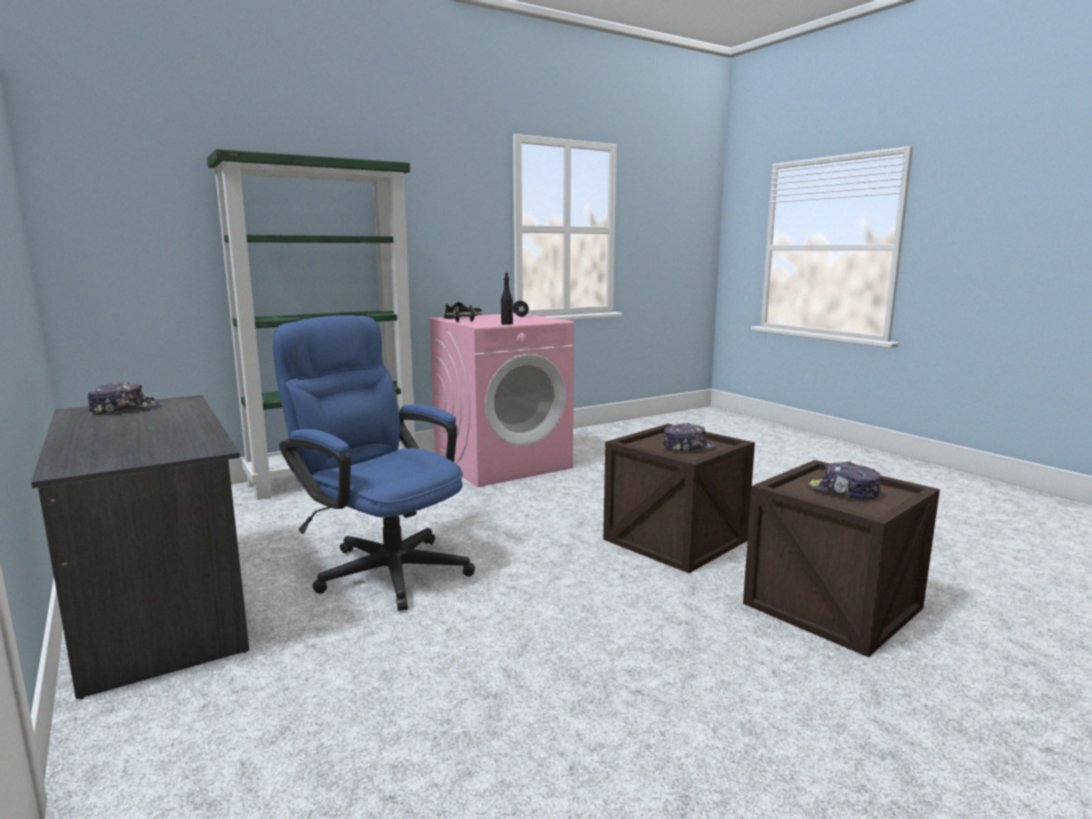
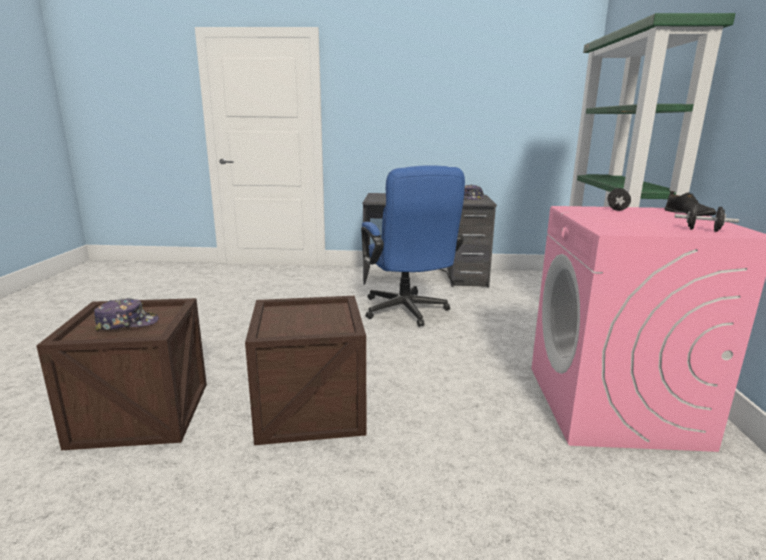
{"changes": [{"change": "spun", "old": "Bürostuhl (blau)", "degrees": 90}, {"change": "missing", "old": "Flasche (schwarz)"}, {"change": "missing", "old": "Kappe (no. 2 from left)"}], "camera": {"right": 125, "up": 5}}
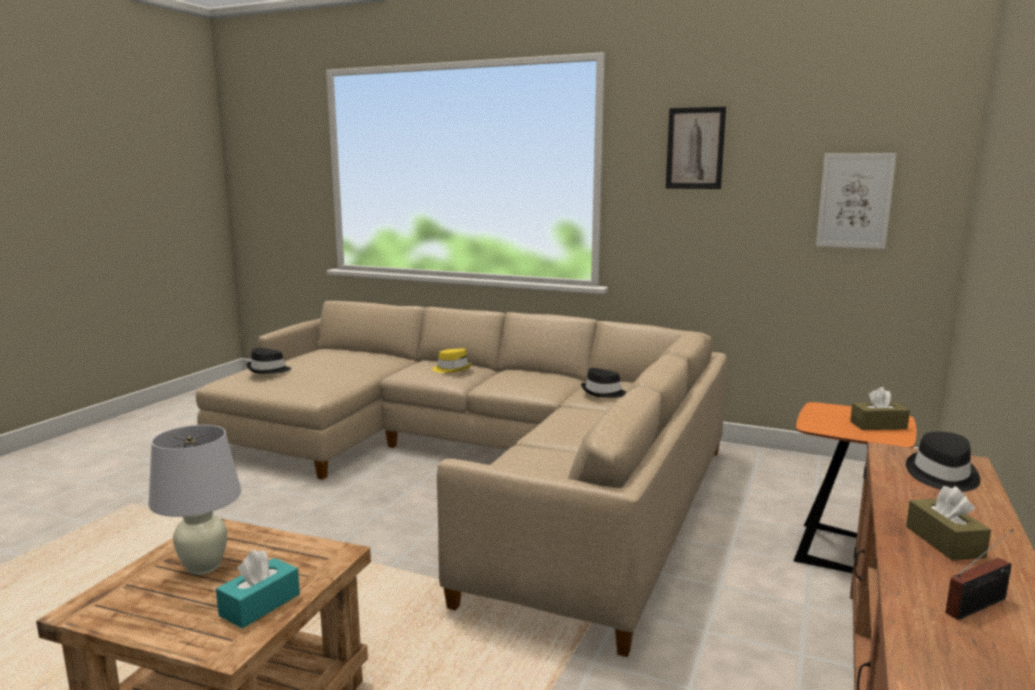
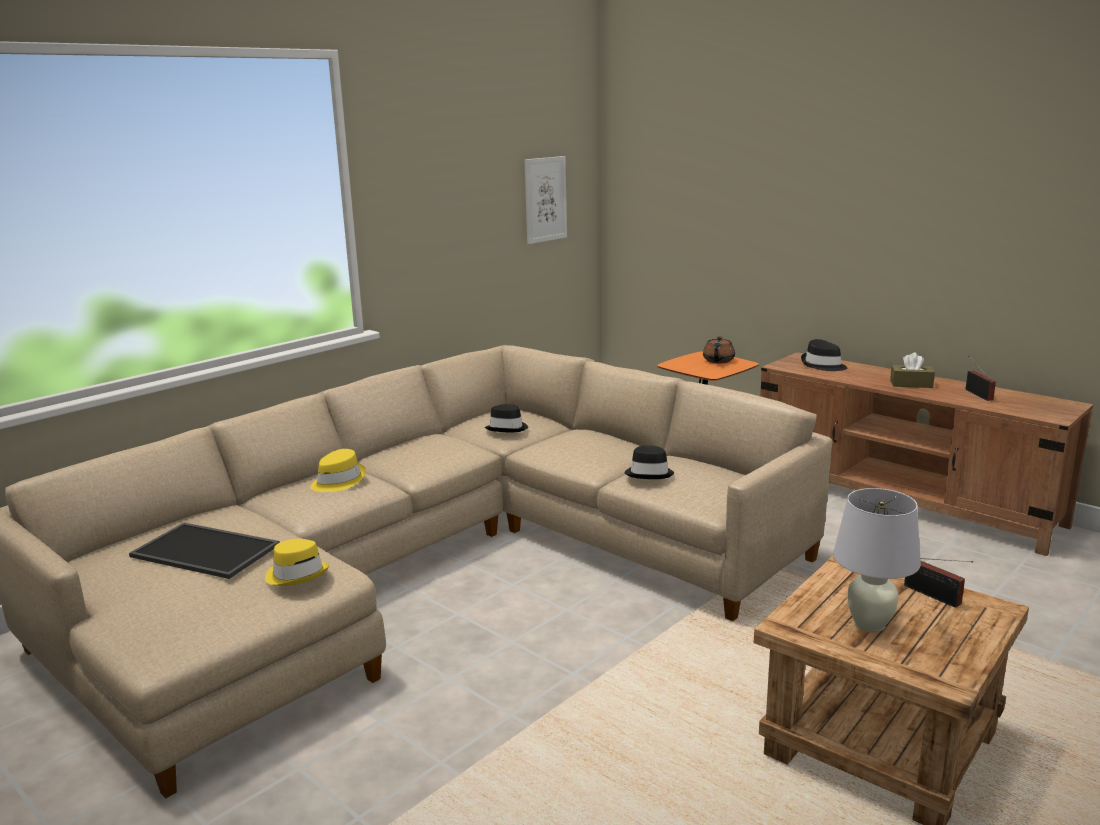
{"changes": [{"change": "appeared", "new": "Tablett"}, {"change": "appeared", "new": "Hut (gelb) (no. 1 from left)"}, {"change": "relocated", "old": "Hut (schwarz) (no. 1 from left in the first image)", "new": "Hut (schwarz) (no. 2 from left)"}, {"change": "exchanged", "old": "Taschentuchbox (braun) (no. 1 from left)", "new": "Teekanne (braun)"}, {"change": "exchanged", "old": "Taschentuchbox (türkis)", "new": "Radio (no. 1 from left)"}, {"change": "missing", "old": "Bild (no. 1 from left)"}], "camera": {"right": -70, "up": 5}}
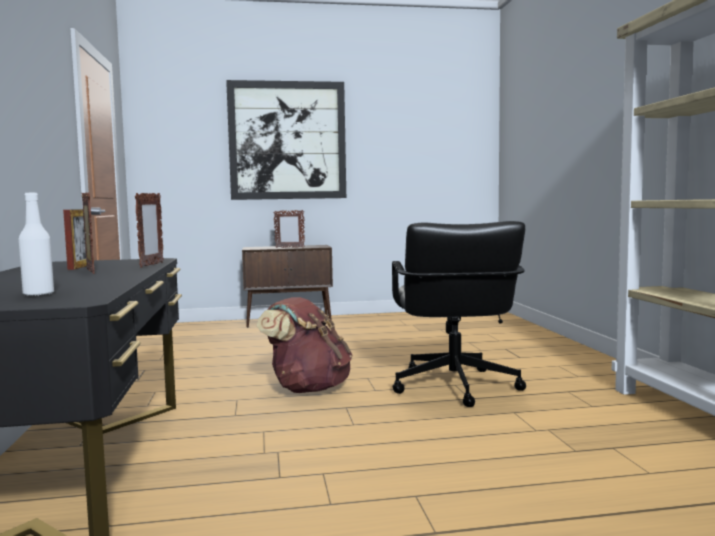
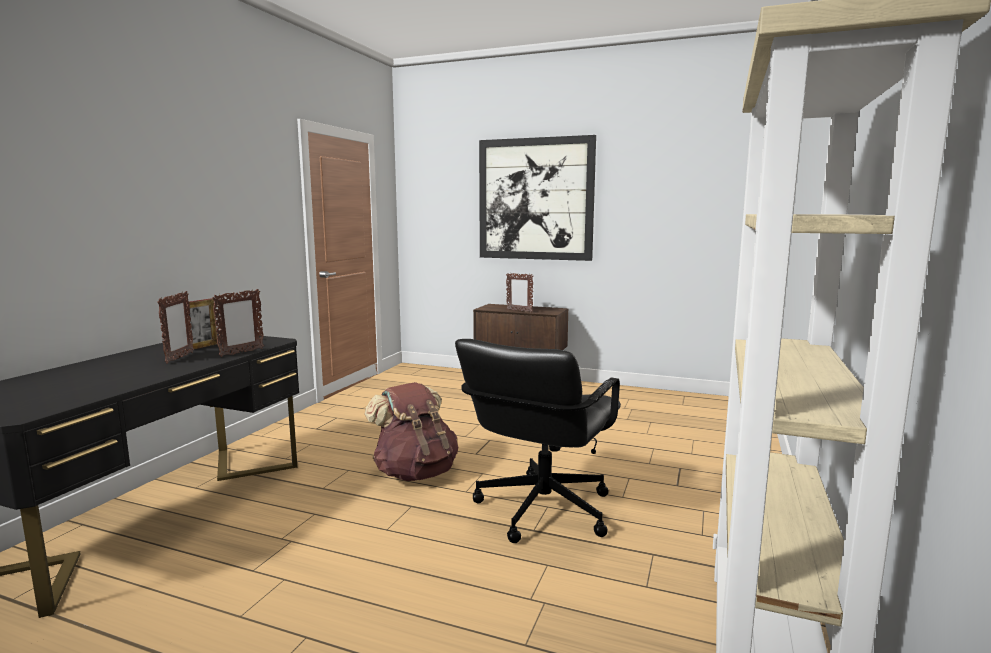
{"changes": [{"change": "missing", "old": "Flasche (weiß)"}], "camera": {"right": 30, "up": 5}}
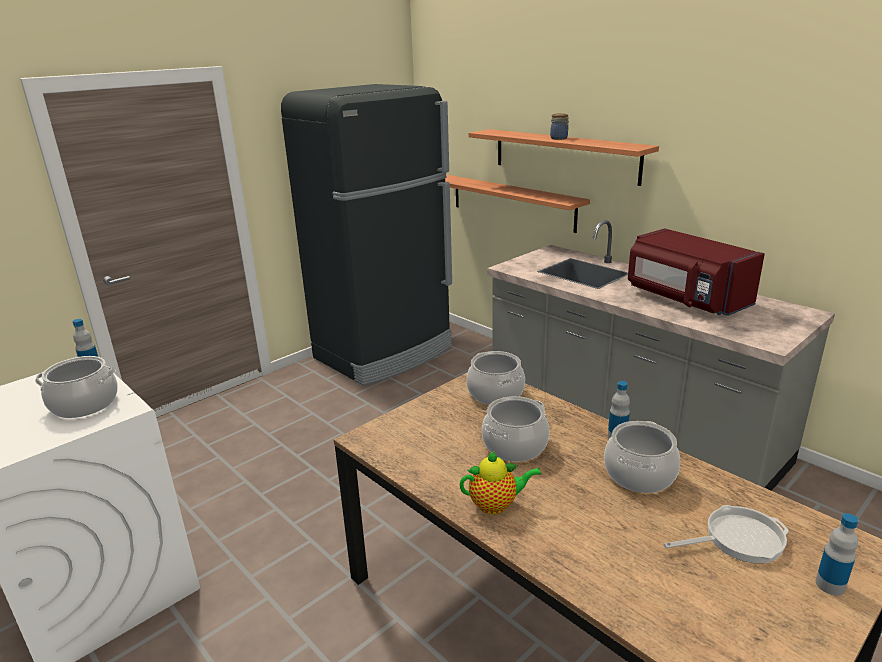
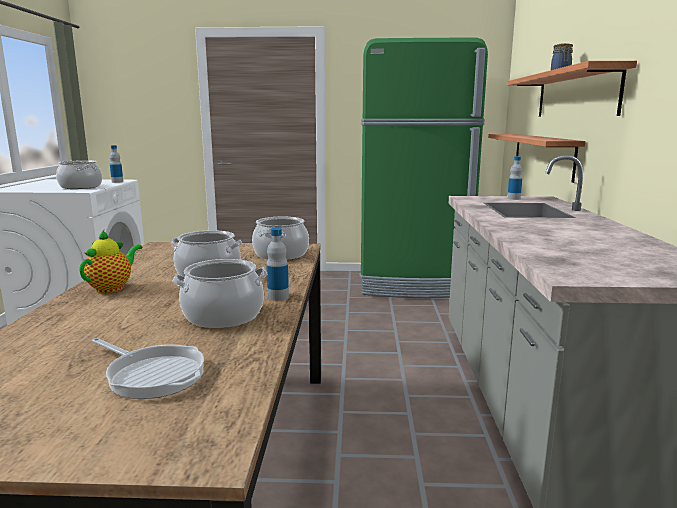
{"changes": [{"change": "spun", "old": "Teekanne", "degrees": -105}, {"change": "colour", "old": "Kühlschrank (schwarz)", "new": "Kühlschrank (grün)"}, {"change": "relocated", "old": "Flasche (no. 3 from left)"}, {"change": "missing", "old": "Mikrowelle (rot)"}], "camera": {"right": 45, "up": -10}}
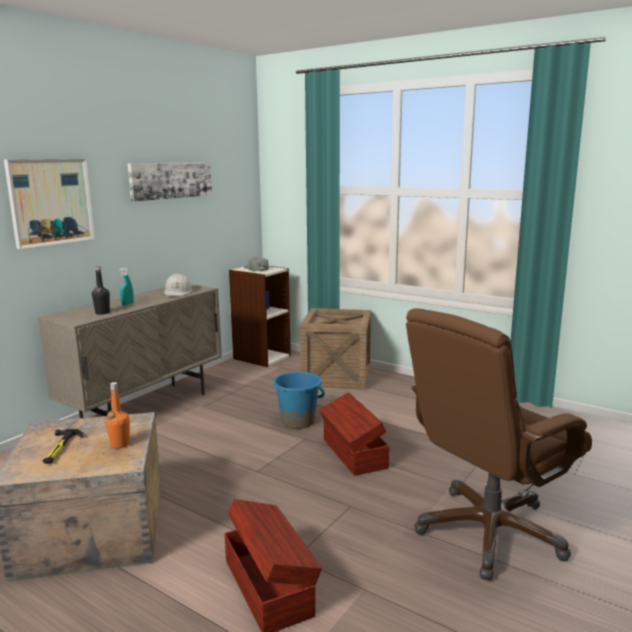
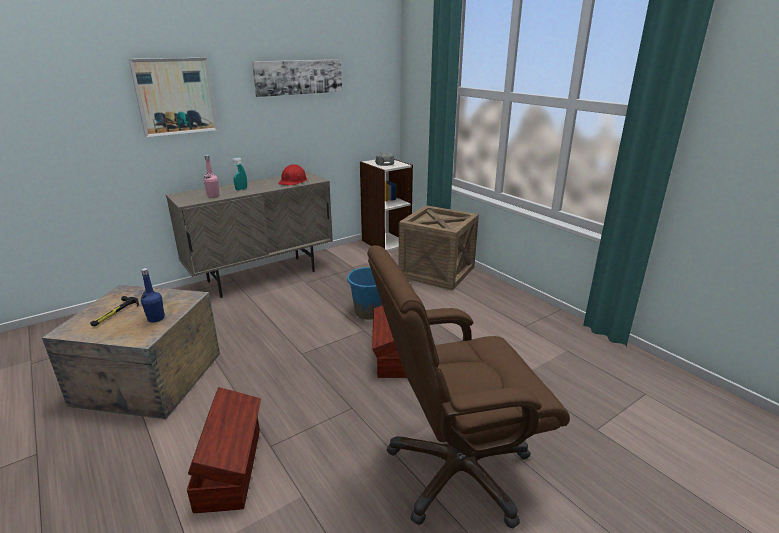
{"changes": [{"change": "colour", "old": "Flasche (orange)", "new": "Flasche (blau)"}, {"change": "colour", "old": "Flasche (schwarz)", "new": "Flasche (rosa)"}, {"change": "colour", "old": "Schutzhelm (weiß)", "new": "Schutzhelm (rot)"}], "camera": {"right": 20, "up": 10}}
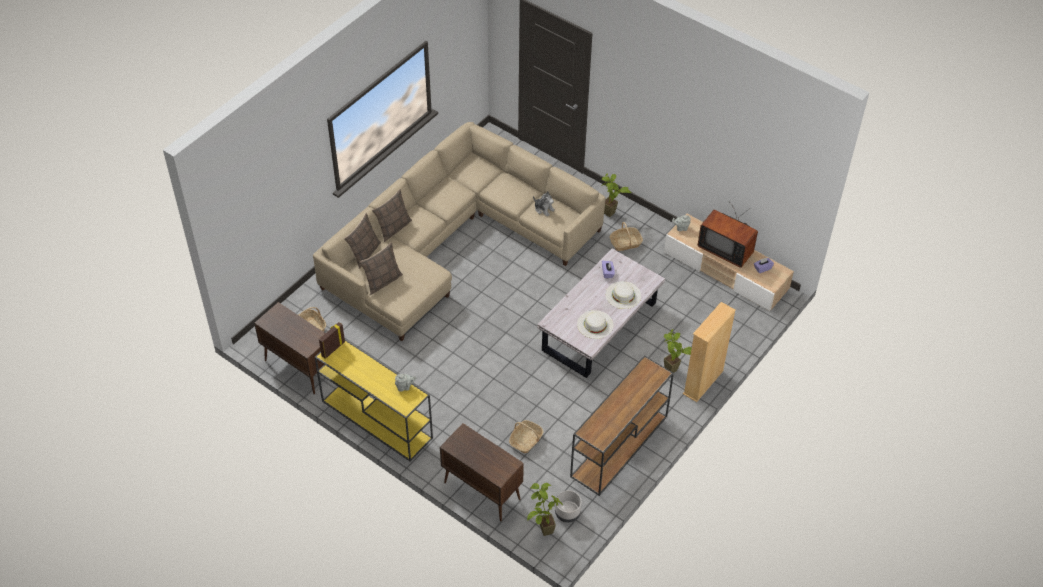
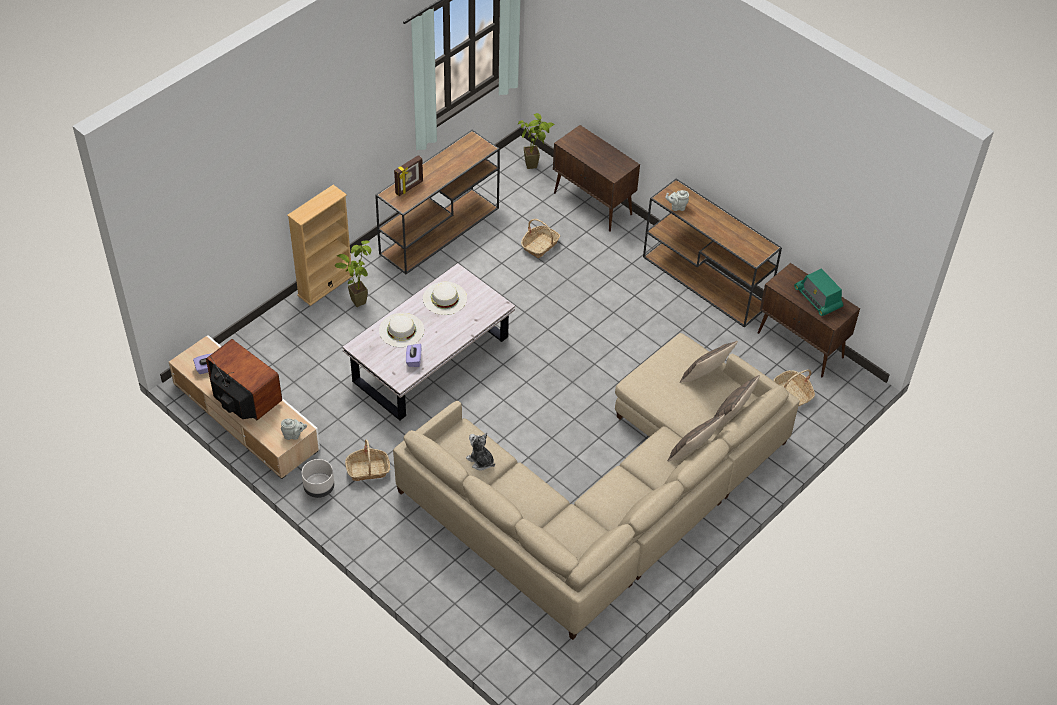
{"changes": [{"change": "relocated", "old": "Pflanzkübel (grau)"}, {"change": "relocated", "old": "Bilderrahmen"}, {"change": "colour", "old": "Konsolentisch (gelb)", "new": "Konsolentisch (braun) (no. 2 from left)"}, {"change": "appeared", "new": "Radio"}, {"change": "missing", "old": "Topfpflanze (no. 2 from left)"}], "camera": {"right": -175, "up": 0}}
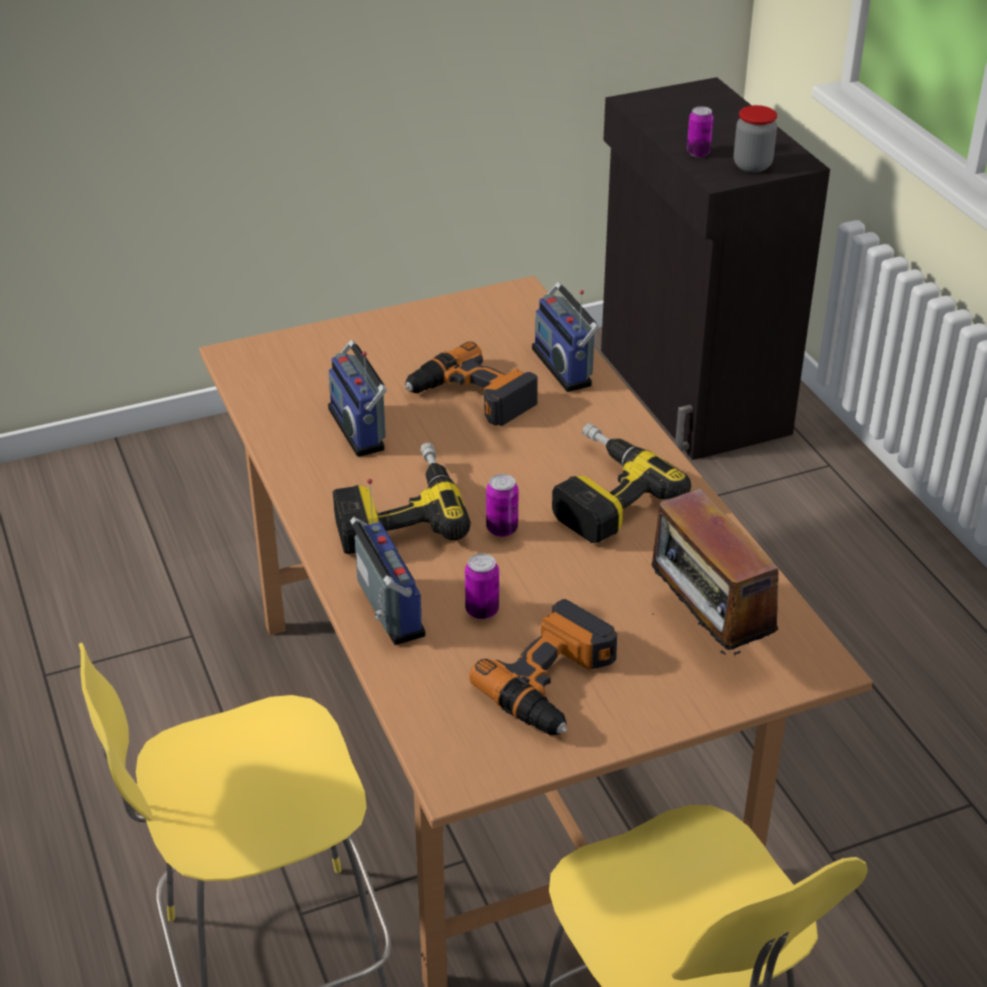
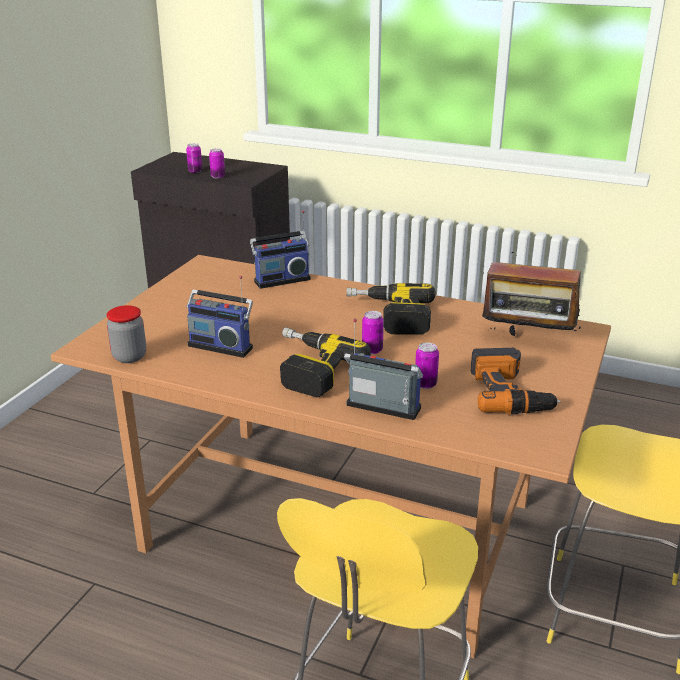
{"changes": [{"change": "relocated", "old": "Vorratsglas"}, {"change": "appeared", "new": "Dose (no. 1 from left)"}, {"change": "spun", "old": "Radio (no. 3 from left in the first image)", "degrees": -45}, {"change": "missing", "old": "Bohrmaschine (no. 2 from left)"}], "camera": {"right": -45, "up": -10}}
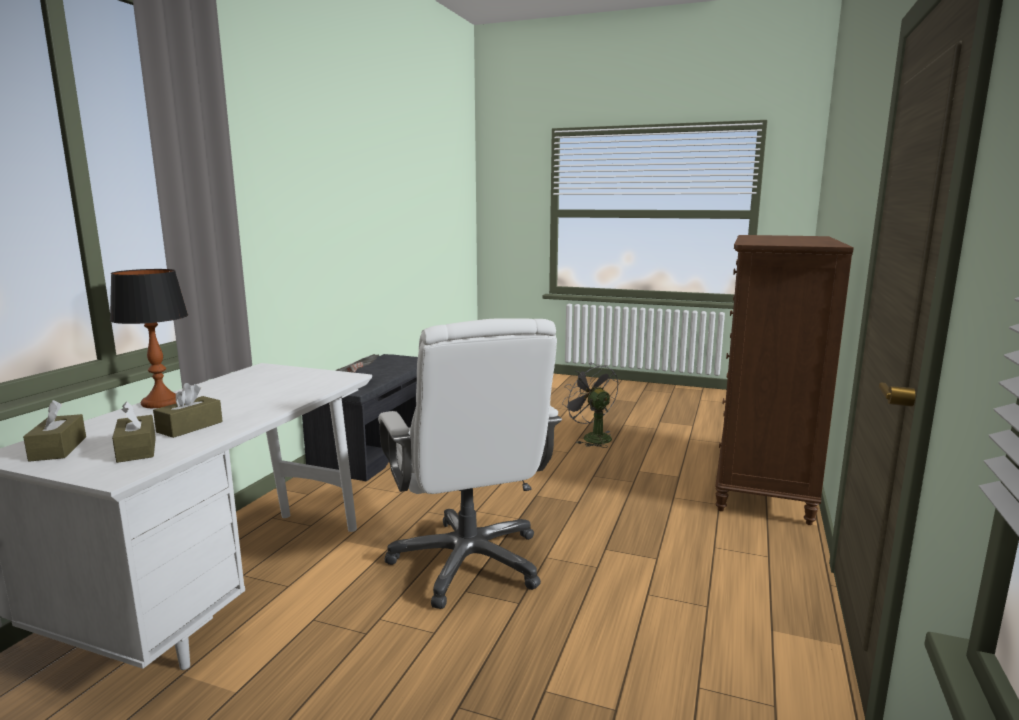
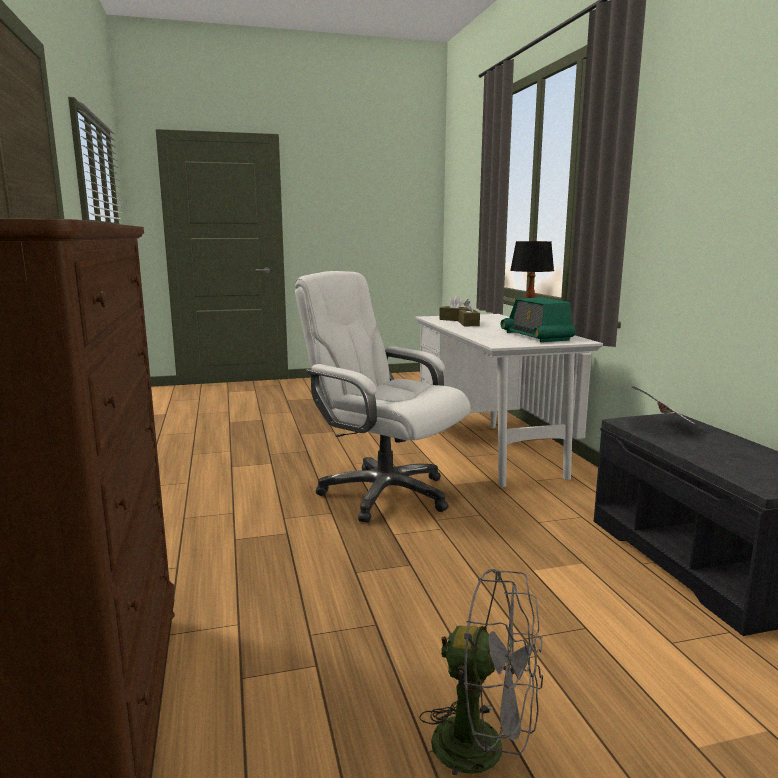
{"changes": [{"change": "appeared", "new": "Radio"}, {"change": "missing", "old": "Taschentuchbox (braun) (no. 1 from left)"}], "camera": {"right": 145, "up": 0}}
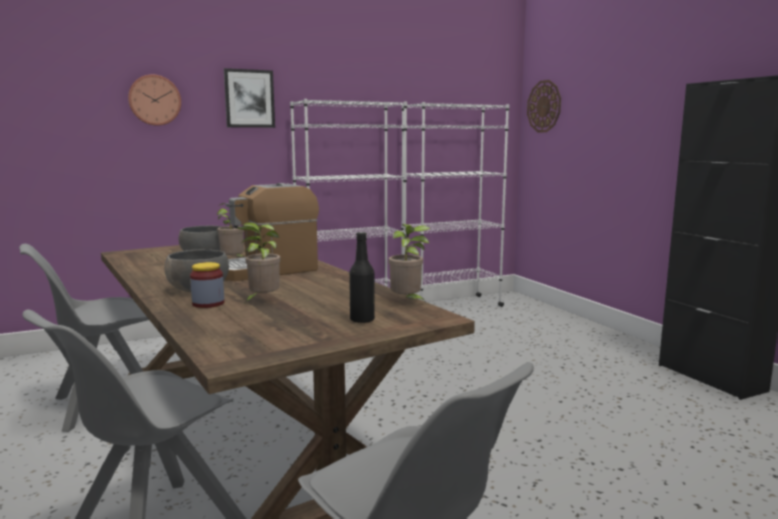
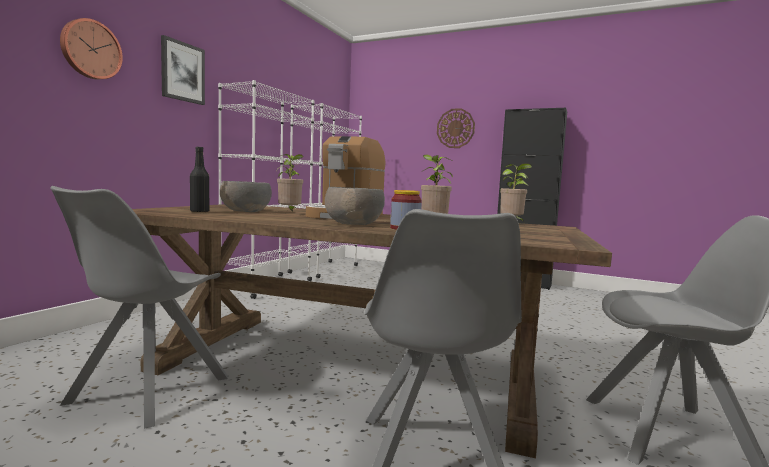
{"changes": [{"change": "relocated", "old": "Flasche (schwarz)"}, {"change": "relocated", "old": "Wanduhr (no. 2 from left)"}], "camera": {"right": -40, "up": -5}}
